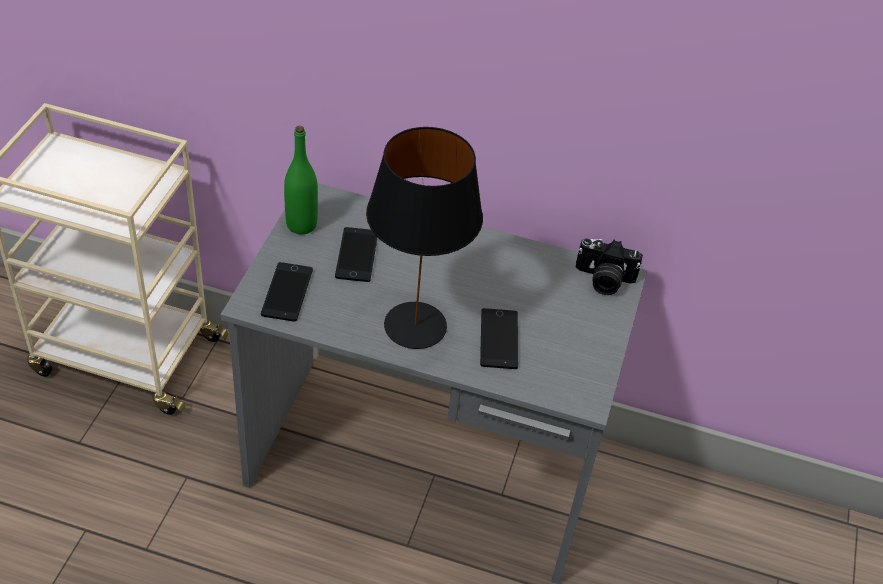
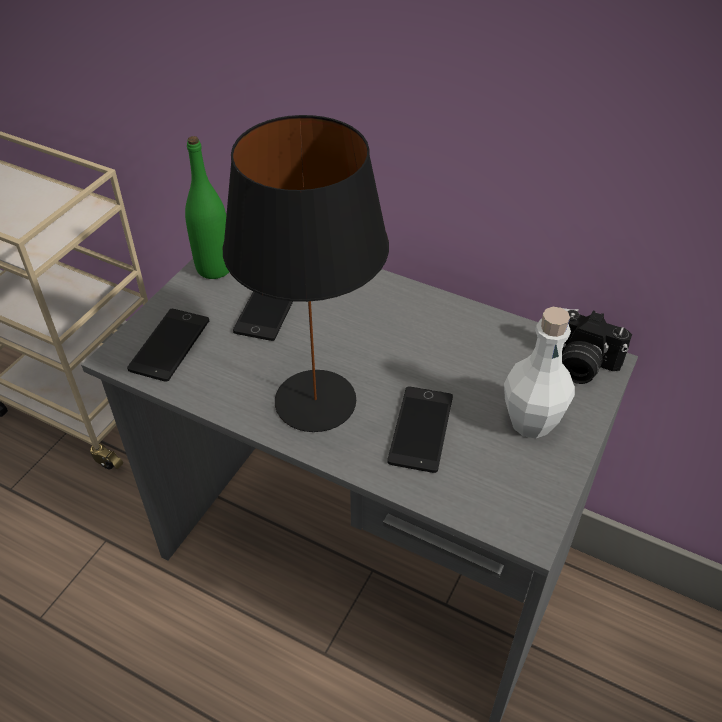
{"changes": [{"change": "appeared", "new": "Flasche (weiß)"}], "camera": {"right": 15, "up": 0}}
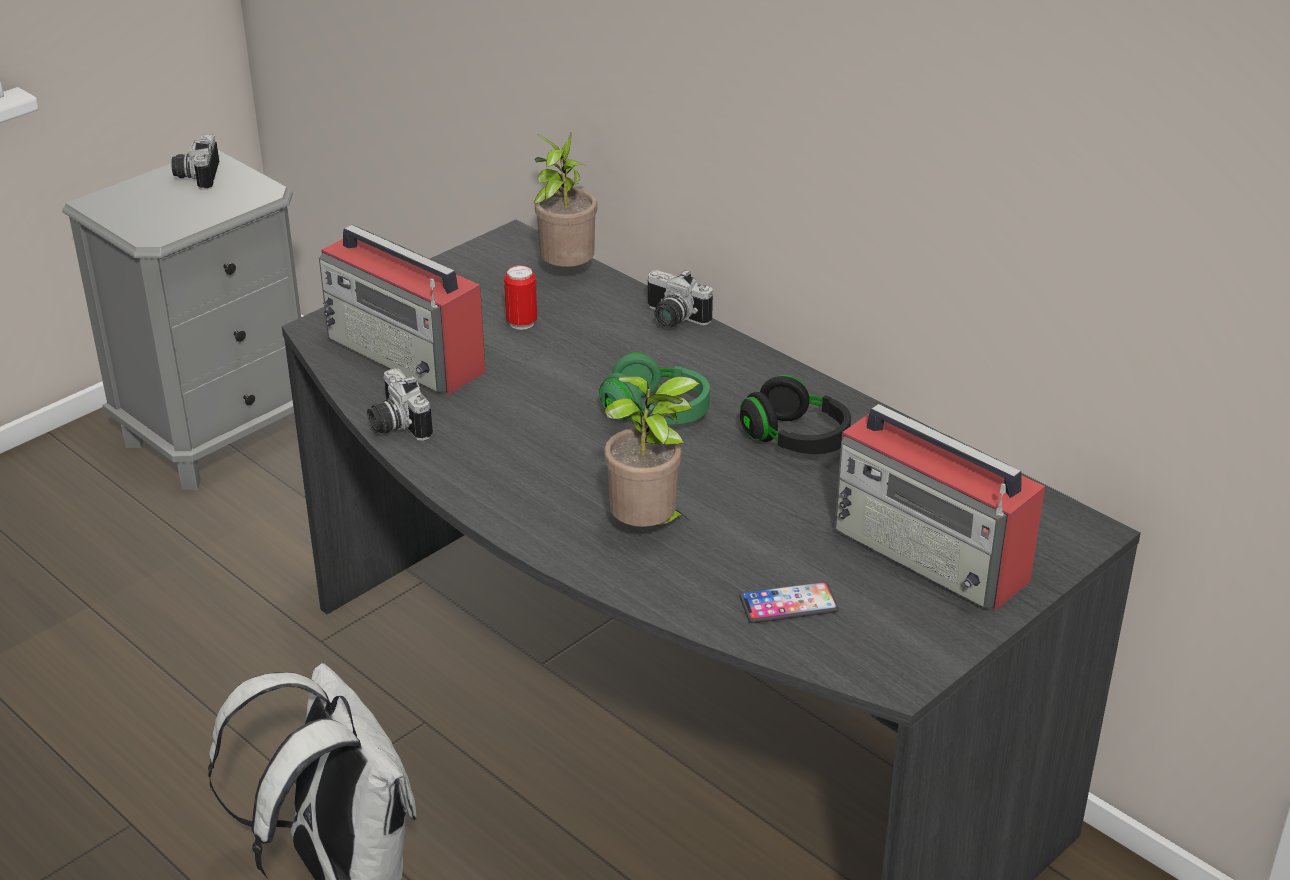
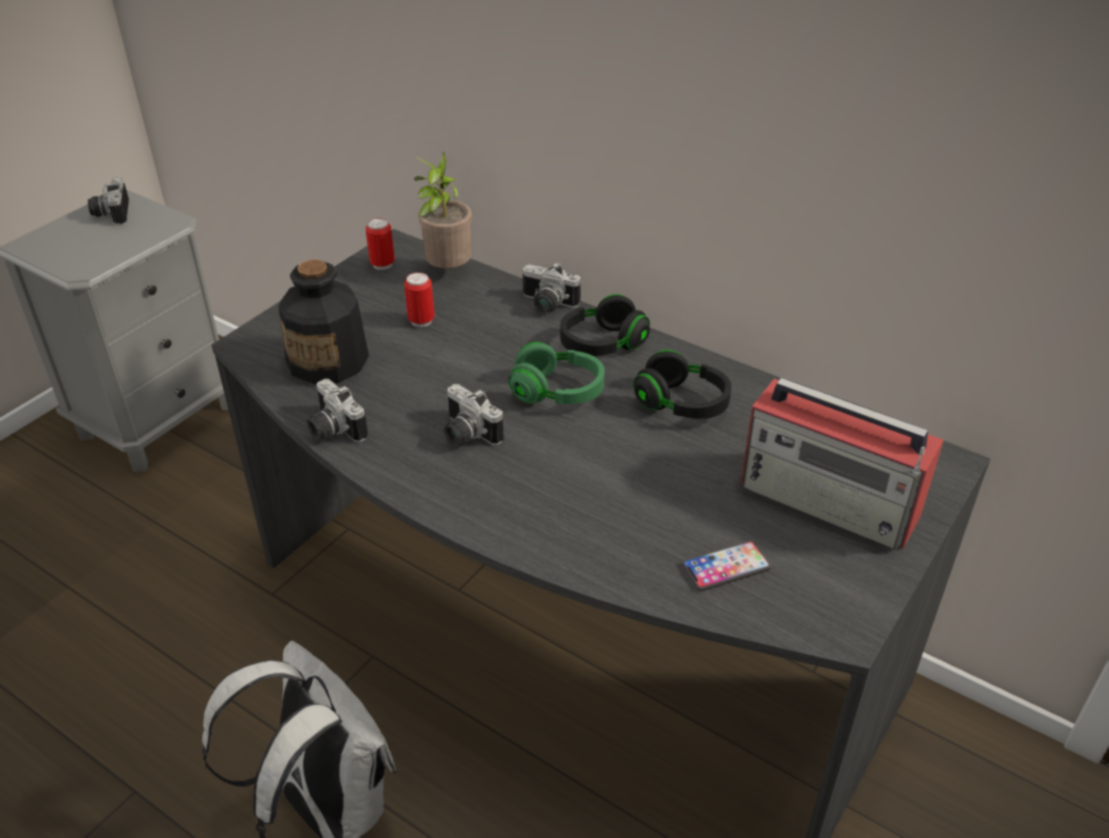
{"changes": [{"change": "exchanged", "old": "Radio (no. 1 from left)", "new": "Flasche"}, {"change": "appeared", "new": "Dose (no. 1 from left)"}, {"change": "appeared", "new": "Kamera (no. 3 from left)"}, {"change": "appeared", "new": "Kopfhörer (schwarz) (no. 1 from left)"}, {"change": "missing", "old": "Topfpflanze (no. 2 from left)"}], "camera": {"right": -10, "up": 5}}
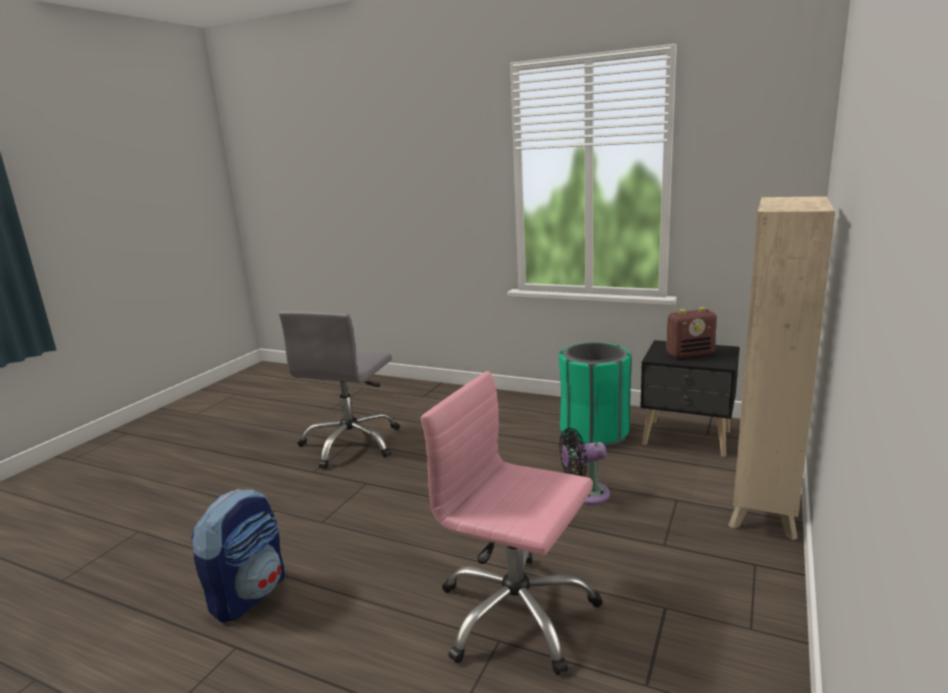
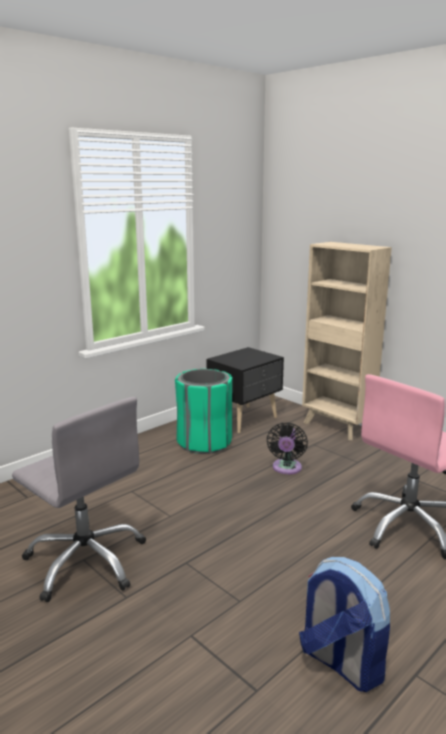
{"changes": [{"change": "missing", "old": "Radio"}], "camera": {"right": -70, "up": 0}}
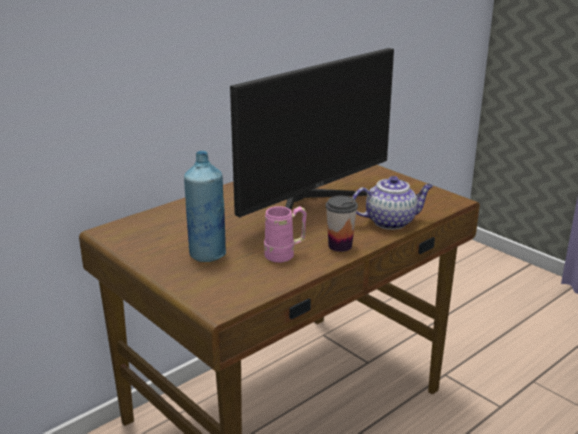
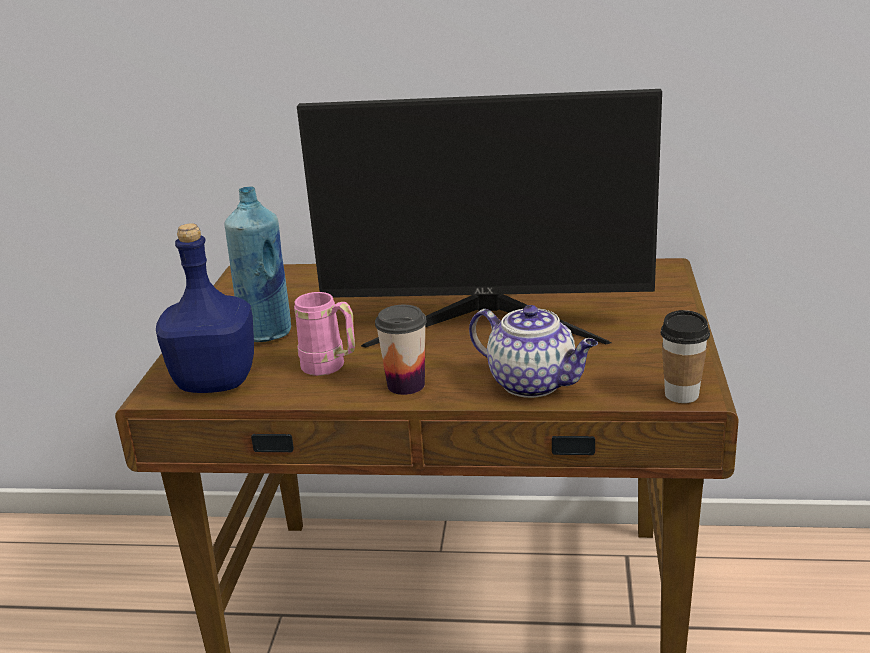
{"changes": [{"change": "appeared", "new": "Flasche (blau) (no. 1 from left)"}, {"change": "appeared", "new": "Tasse (no. 2 from left)"}], "camera": {"right": 50, "up": 0}}
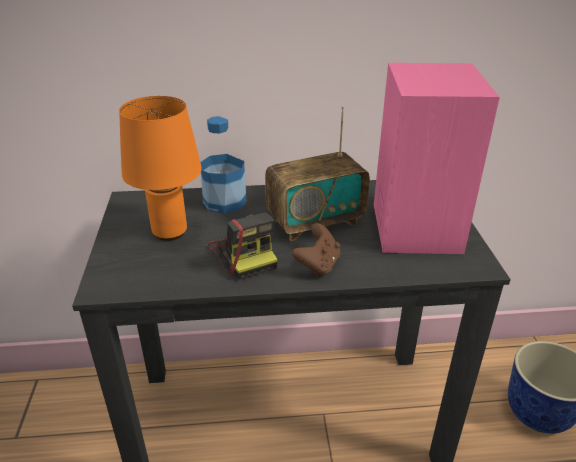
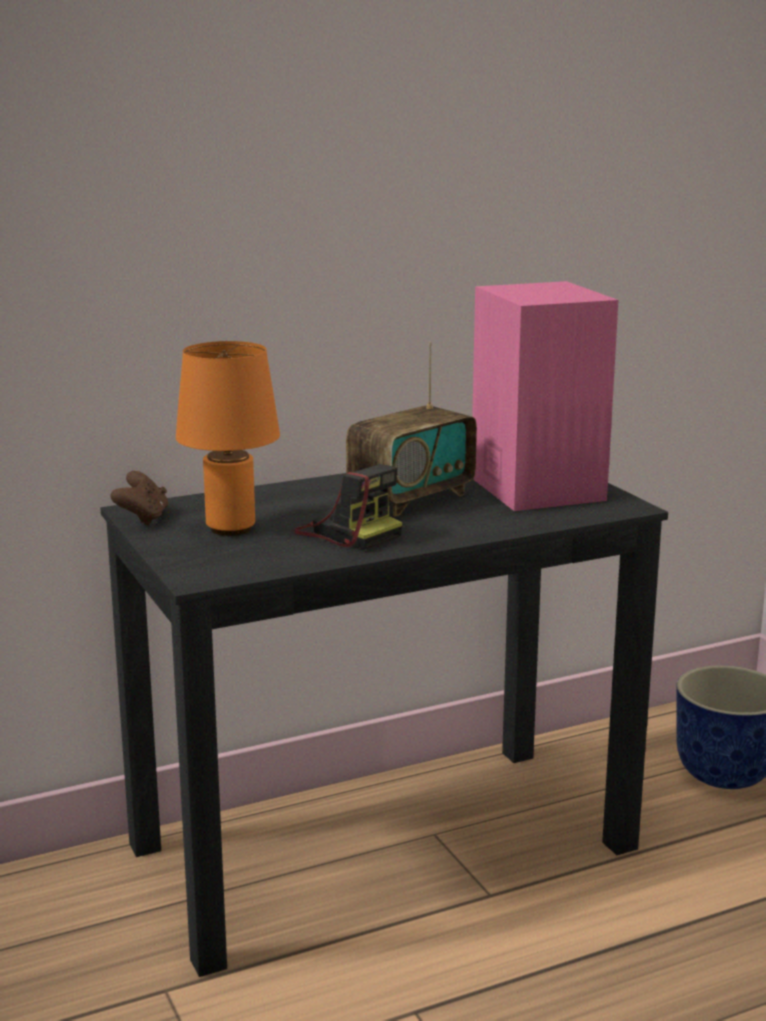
{"changes": [{"change": "relocated", "old": "Gamepad (braun)"}, {"change": "missing", "old": "Flasche"}], "camera": {"right": -20, "up": -15}}
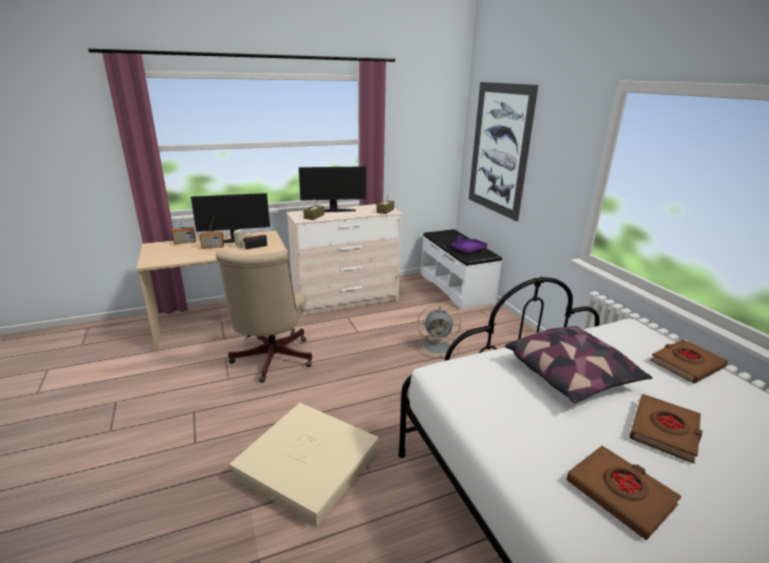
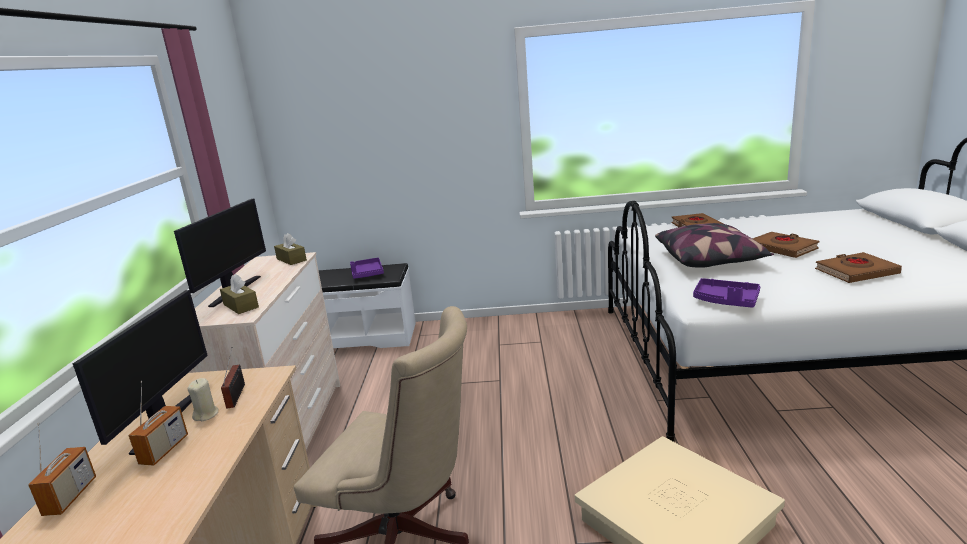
{"changes": [{"change": "appeared", "new": "Tablett (lila) (no. 2 from left)"}, {"change": "missing", "old": "Ventilator (grau)"}, {"change": "missing", "old": "Bild"}], "camera": {"right": -65, "up": -5}}
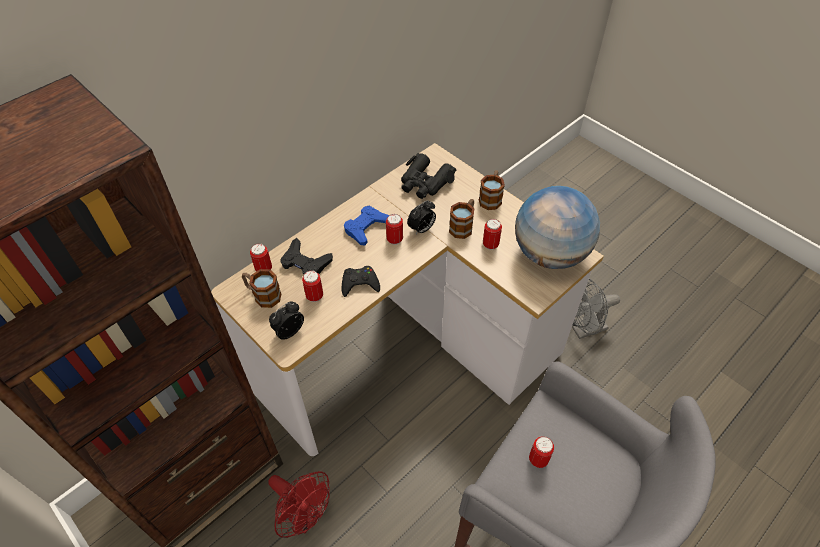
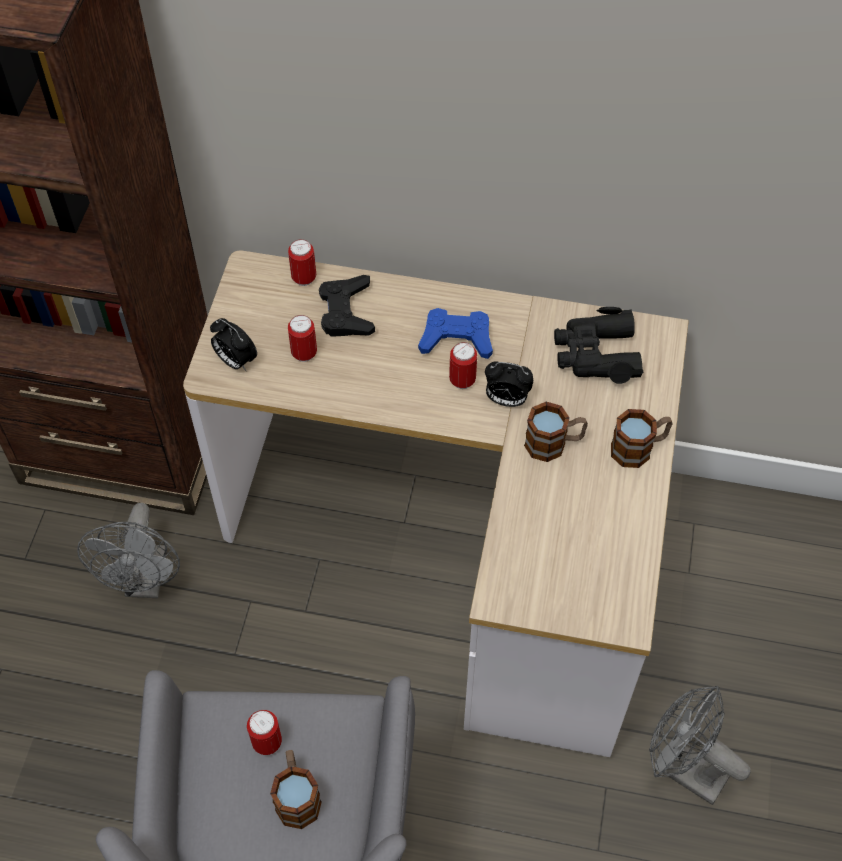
{"changes": [{"change": "colour", "old": "Ventilator (rot)", "new": "Ventilator (grau) (no. 1 from left)"}, {"change": "spun", "old": "Wecker (no. 1 from left)", "degrees": -150}, {"change": "relocated", "old": "Henkelbecher (no. 1 from left)"}, {"change": "missing", "old": "Gamepad (schwarz) (no. 2 from left)"}, {"change": "missing", "old": "Dose (no. 4 from left)"}, {"change": "missing", "old": "Globus"}], "camera": {"right": 55, "up": 5}}
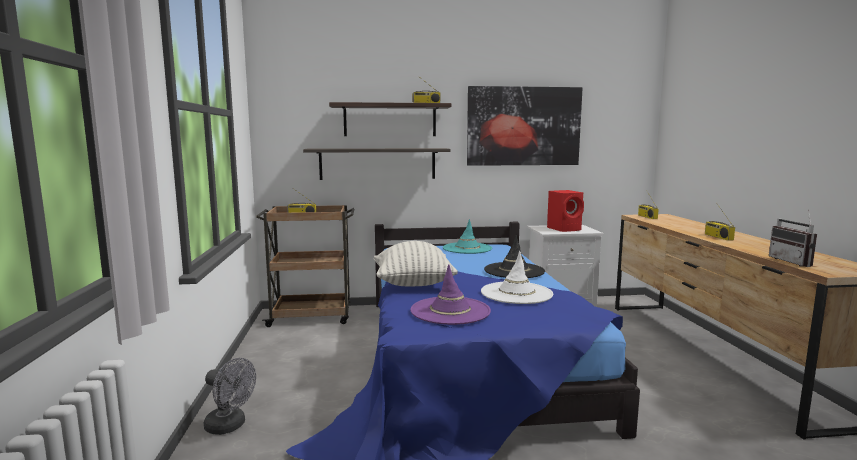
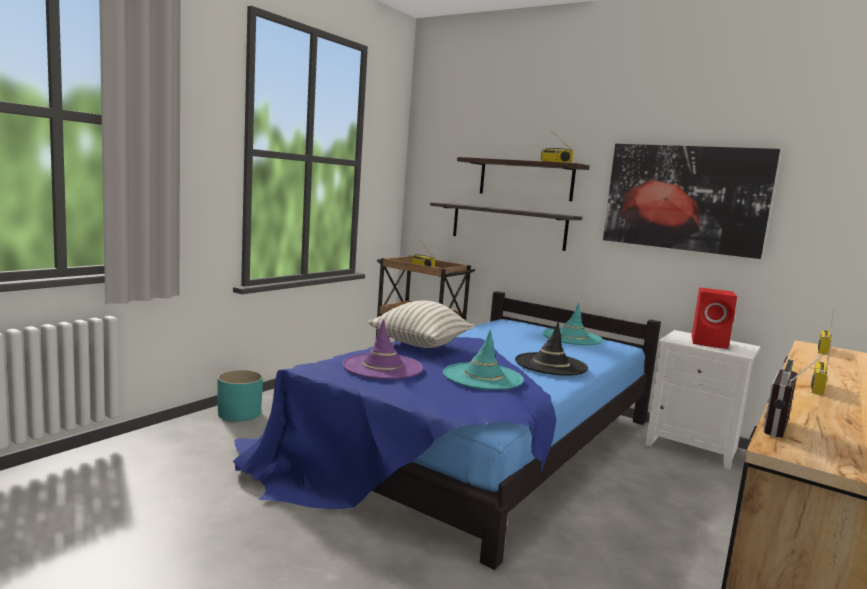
{"changes": [{"change": "exchanged", "old": "Ventilator (grau)", "new": "Pflanzkübel (türkis)"}, {"change": "colour", "old": "Hut (weiß)", "new": "Hut (türkis) (no. 1 from left)"}], "camera": {"right": 40, "up": 0}}
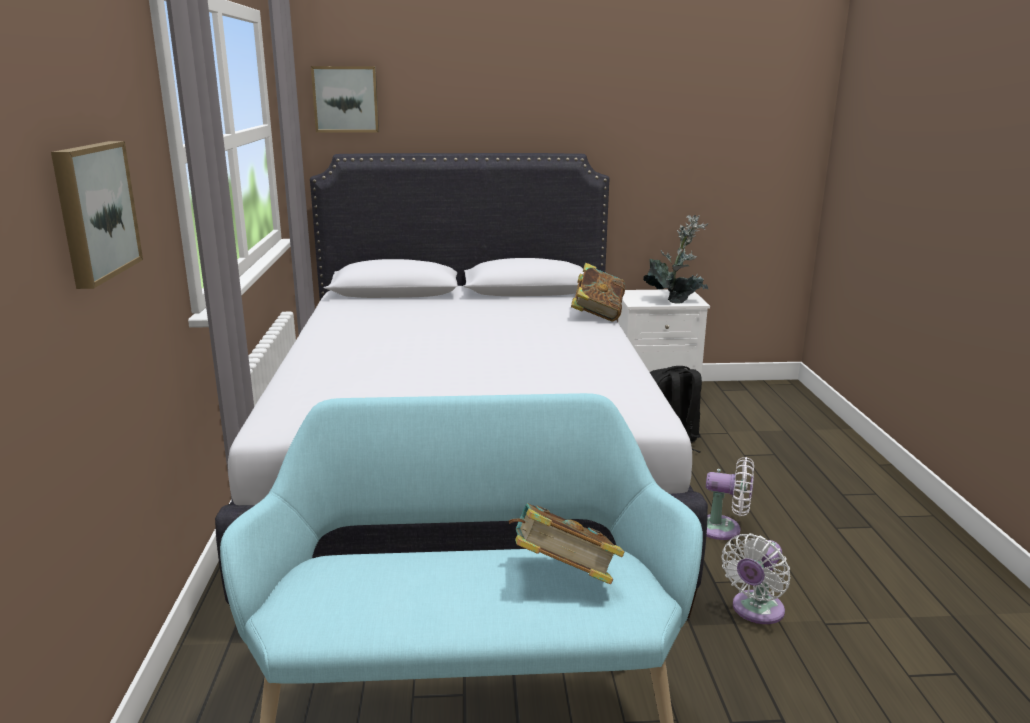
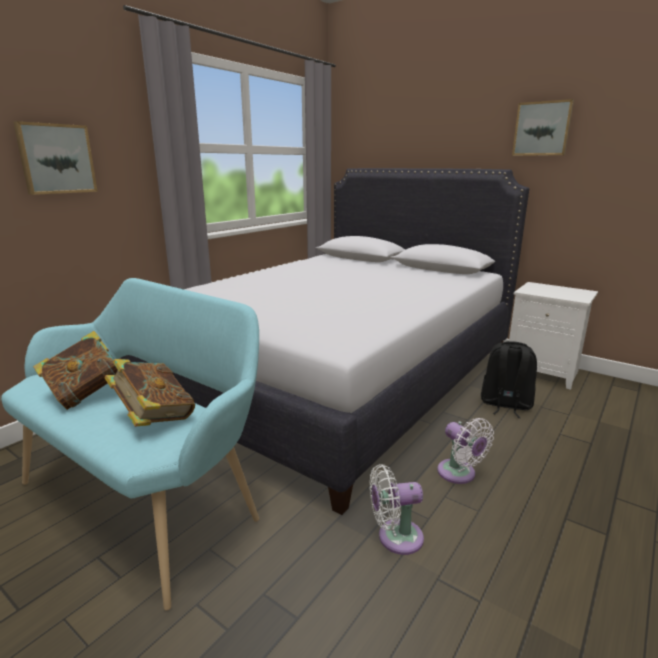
{"changes": [{"change": "relocated", "old": "Buch (no. 2 from left in the first image)", "new": "Buch (no. 1 from left)"}, {"change": "relocated", "old": "Bild (no. 2 from left)"}, {"change": "missing", "old": "Topfpflanze"}], "camera": {"right": 40, "up": 0}}
